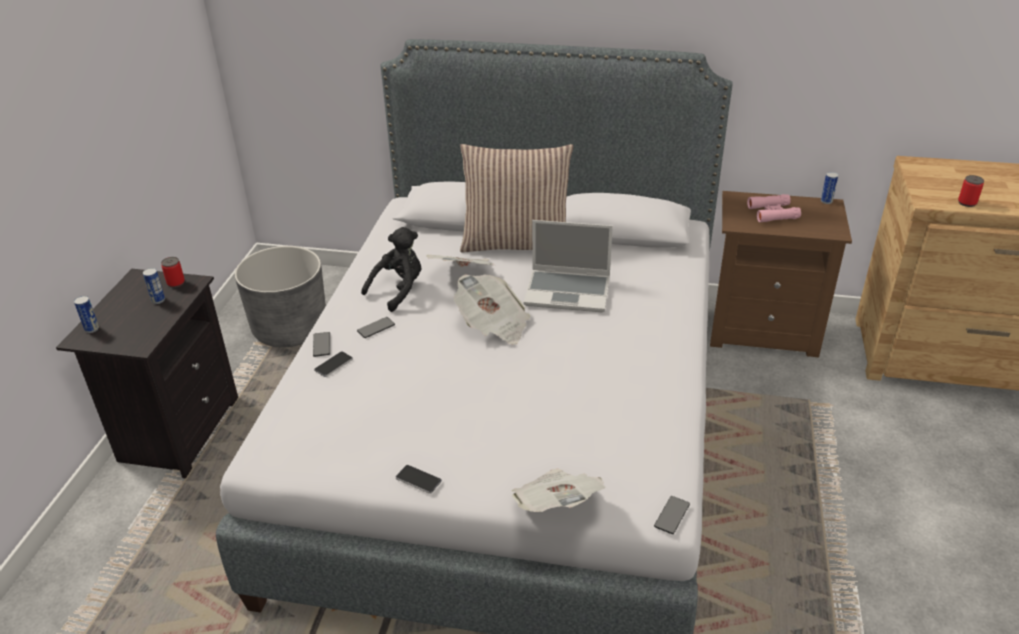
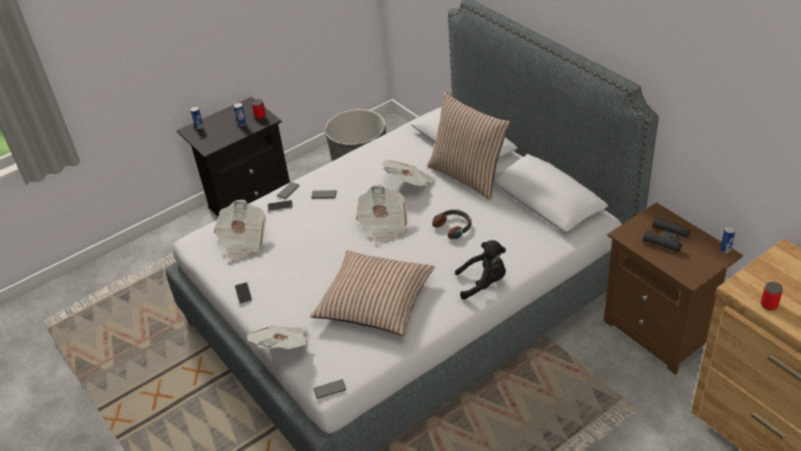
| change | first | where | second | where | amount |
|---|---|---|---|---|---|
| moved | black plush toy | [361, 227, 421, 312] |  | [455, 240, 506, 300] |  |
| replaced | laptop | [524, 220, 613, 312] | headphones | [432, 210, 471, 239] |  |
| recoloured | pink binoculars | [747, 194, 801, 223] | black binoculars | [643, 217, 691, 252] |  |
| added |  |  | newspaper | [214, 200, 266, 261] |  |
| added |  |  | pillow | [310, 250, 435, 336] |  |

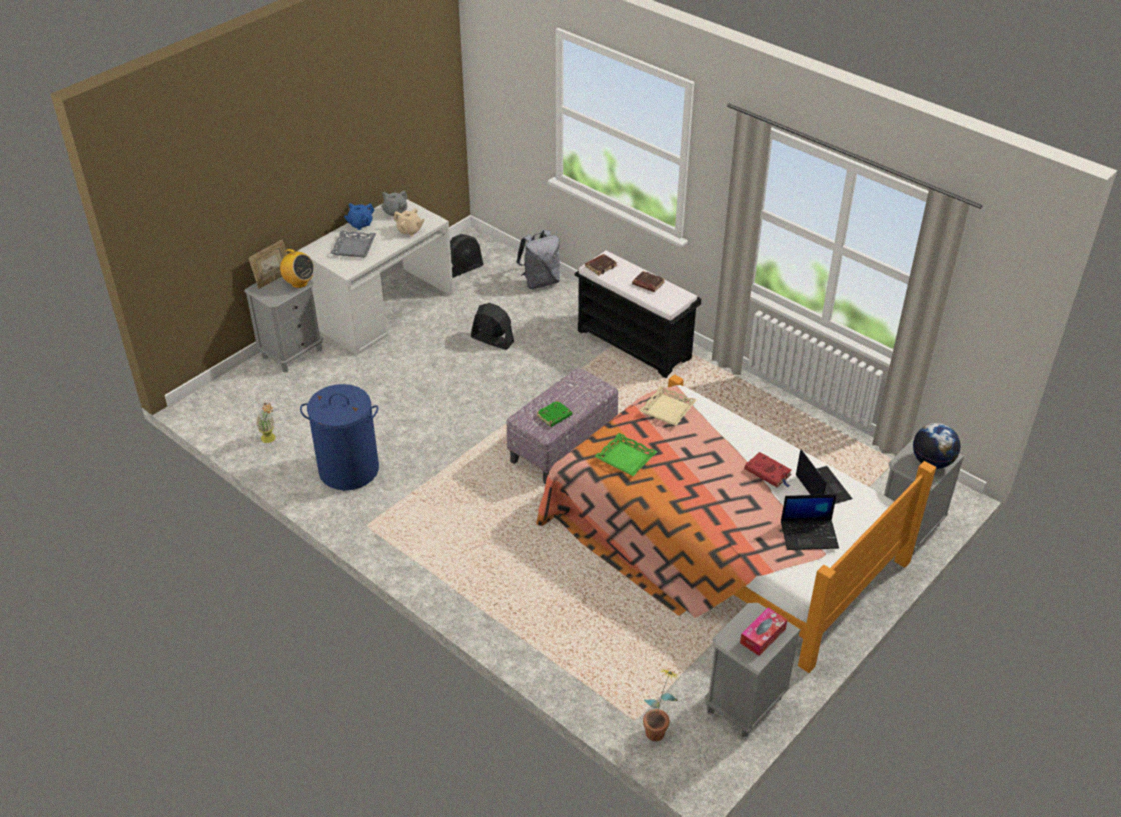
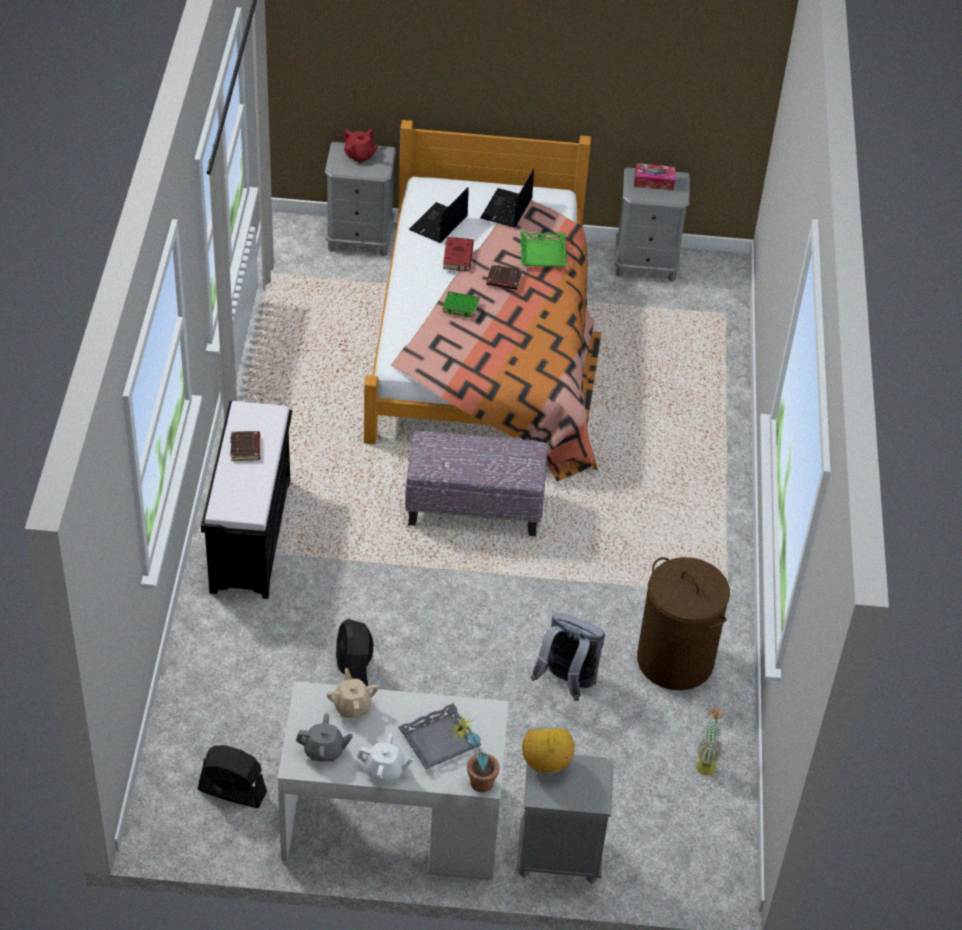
| change | first | where | second | where | amount |
|---|---|---|---|---|---|
| removed | picture frame | [249, 240, 287, 289] |  |  |  |
| recoloured | blue laundry basket | [300, 384, 379, 490] | brown laundry basket | [637, 557, 730, 690] |  |
| recoloured | blue teapot | [344, 203, 375, 230] | white teapot | [357, 733, 414, 782] |  |
| moved | grey backpack | [516, 230, 560, 289] |  | [531, 613, 605, 701] |  |
| moved | green book | [536, 400, 572, 427] |  | [442, 291, 480, 318] |  |
| moved | brown book | [585, 254, 617, 275] |  | [486, 265, 522, 290] |  |
| moved | green tray | [594, 433, 657, 476] |  | [520, 232, 567, 267] |  |
| removed | beige tray | [639, 386, 697, 426] |  |  |  |
| moved | potted plant | [643, 669, 679, 741] |  | [450, 715, 499, 792] |  |
| turned | laptop | [781, 494, 839, 550] |  | [480, 169, 534, 227] | 120 degrees counterclockwise |
| replaced | globe | [913, 423, 960, 469] | red teapot | [343, 129, 378, 163] |  |

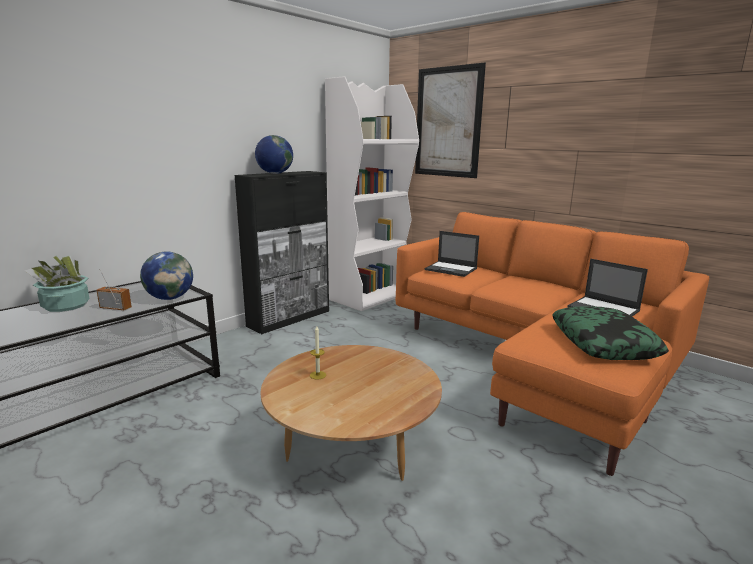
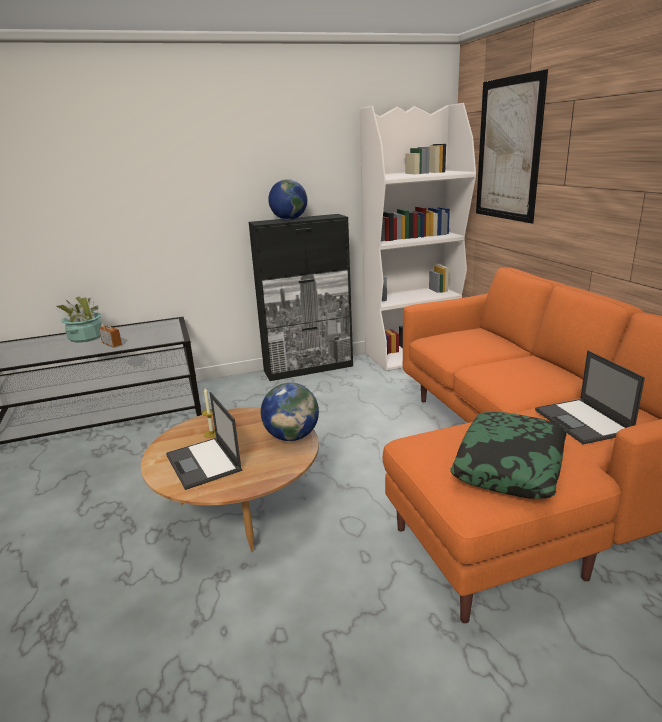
| change | first | where | second | where | amount |
|---|---|---|---|---|---|
| moved | globe | [140, 251, 193, 300] |  | [261, 383, 319, 441] |  |
| moved | laptop | [425, 231, 479, 277] |  | [166, 392, 242, 490] |  |

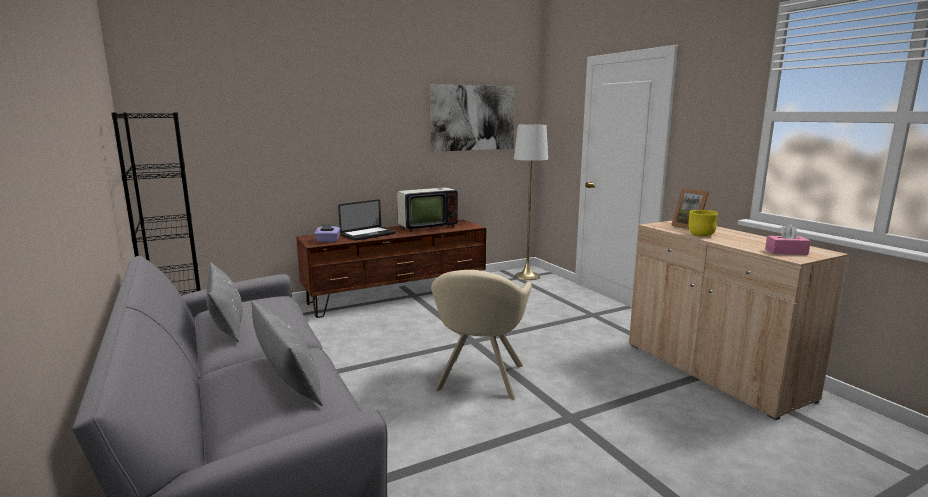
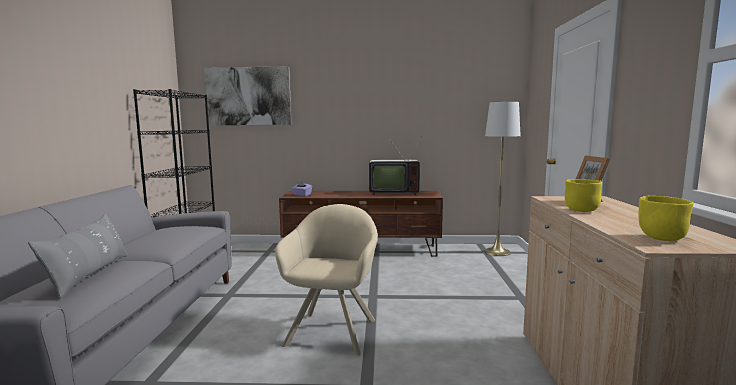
| change | first | where | second | where | amount |
|---|---|---|---|---|---|
| removed | grey pillow | [206, 262, 243, 342] |  |  |  |
| removed | laptop | [338, 199, 396, 241] |  |  |  |
| moved | picture | [430, 84, 515, 152] |  | [204, 67, 291, 125] |  |
| turned | beige armchair | [431, 270, 532, 400] |  | [275, 204, 378, 356] | 150 degrees clockwise |
| replaced | pink tissue box | [765, 224, 811, 255] | yellow bowl | [638, 196, 694, 241] |  |

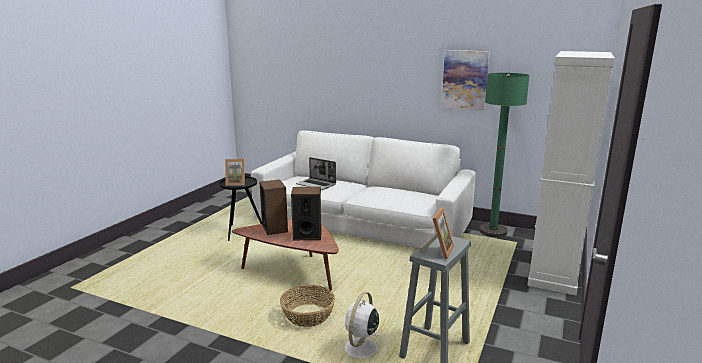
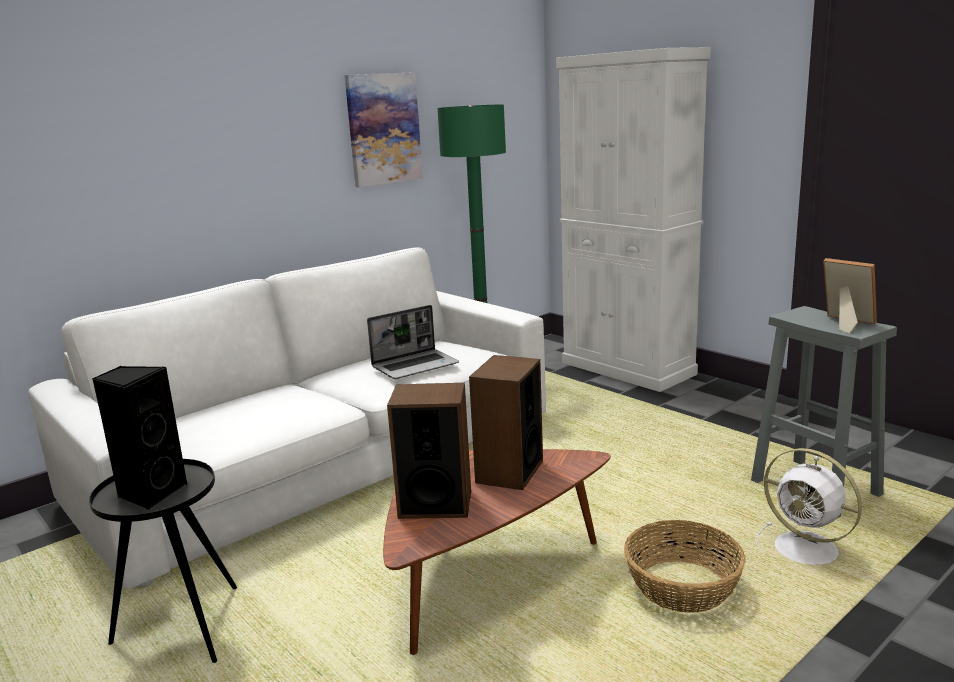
| change | first | where | second | where | amount |
|---|---|---|---|---|---|
| replaced | picture frame | [225, 159, 245, 186] | black speaker | [92, 366, 188, 510] |  |
| moved | laptop | [296, 157, 336, 190] |  | [367, 305, 459, 379] |  |

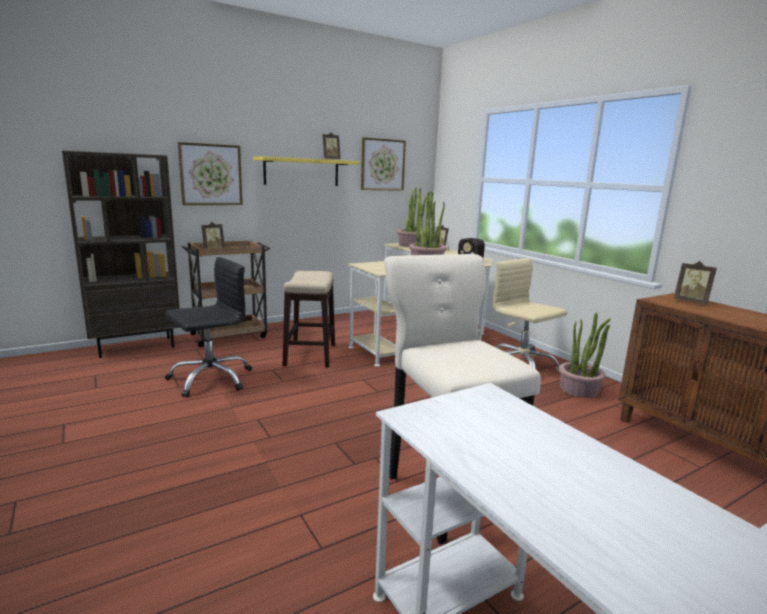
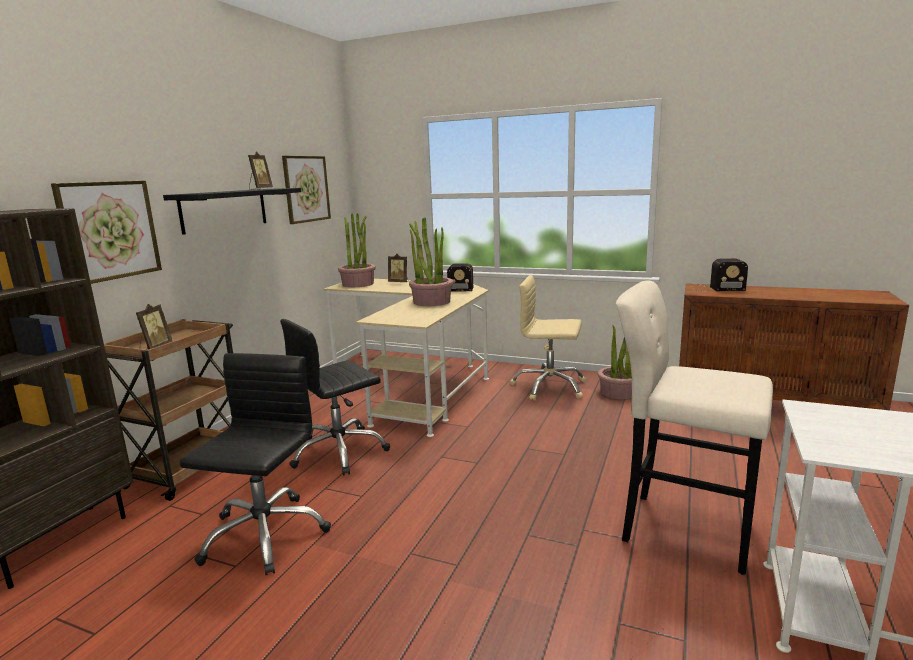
| change | first | where | second | where | amount |
|---|---|---|---|---|---|
| recoloured | yellow shelf | [253, 157, 359, 186] | black shelf | [163, 188, 301, 235] |  |
| replaced | stool | [282, 271, 335, 368] | black office chair | [280, 319, 390, 476] |  |
| replaced | picture frame | [674, 261, 717, 305] | radio | [691, 258, 748, 292] |  |

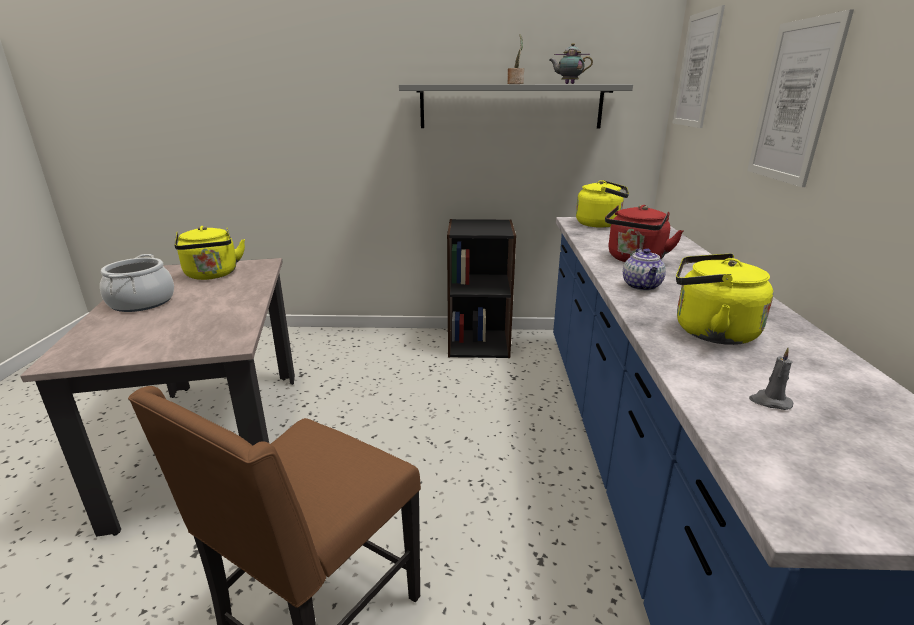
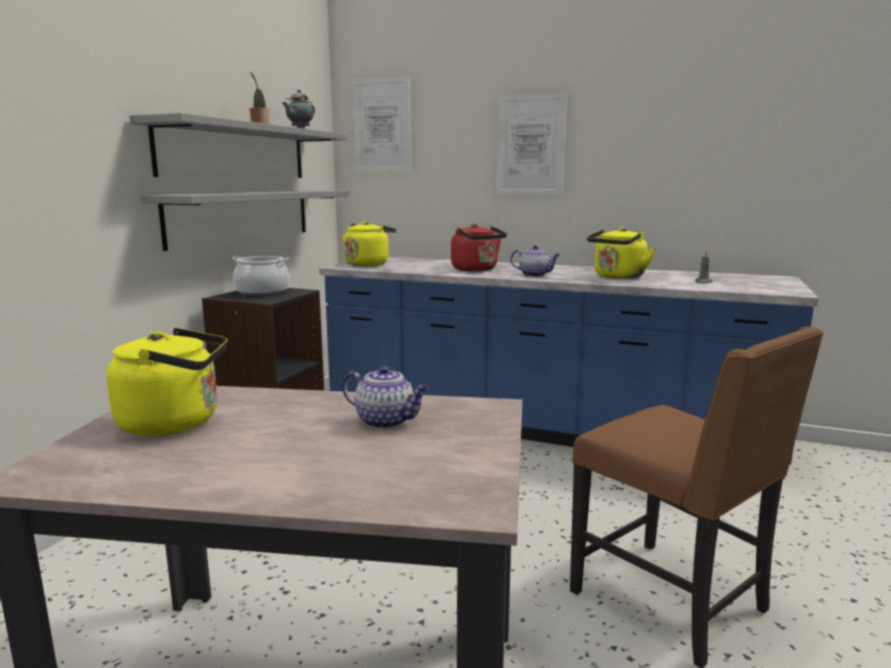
| change | first | where | second | where | amount |
|---|---|---|---|---|---|
| moved | cooking pot | [100, 254, 174, 312] |  | [232, 256, 290, 296] |  |
| added |  |  | grey shelf | [140, 190, 350, 251] |  |
| added |  |  | teapot | [342, 365, 429, 429] |  |

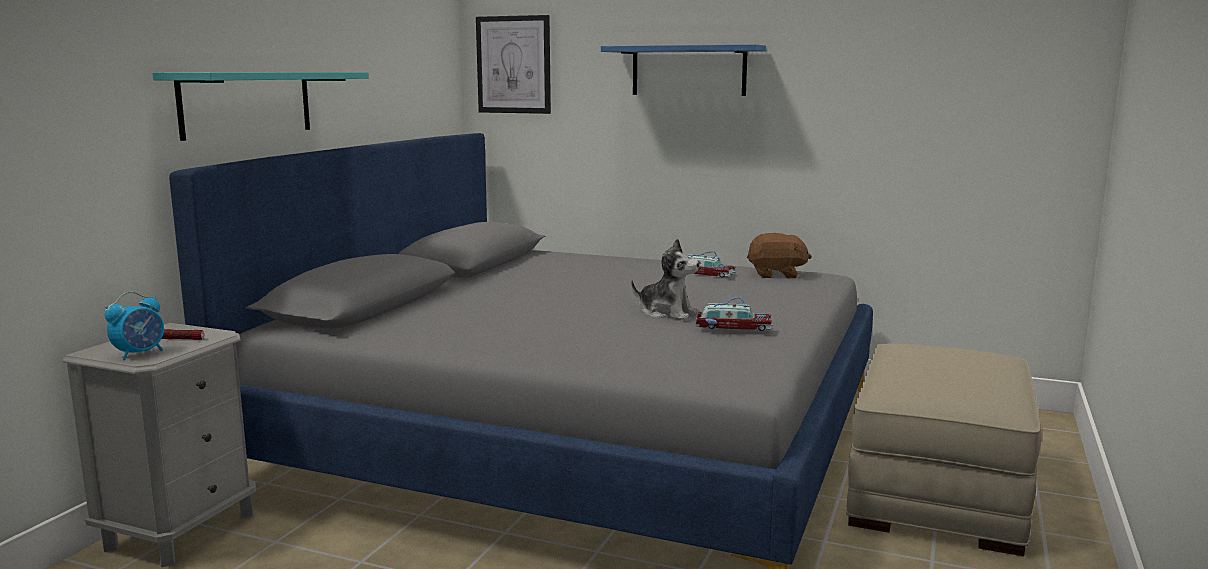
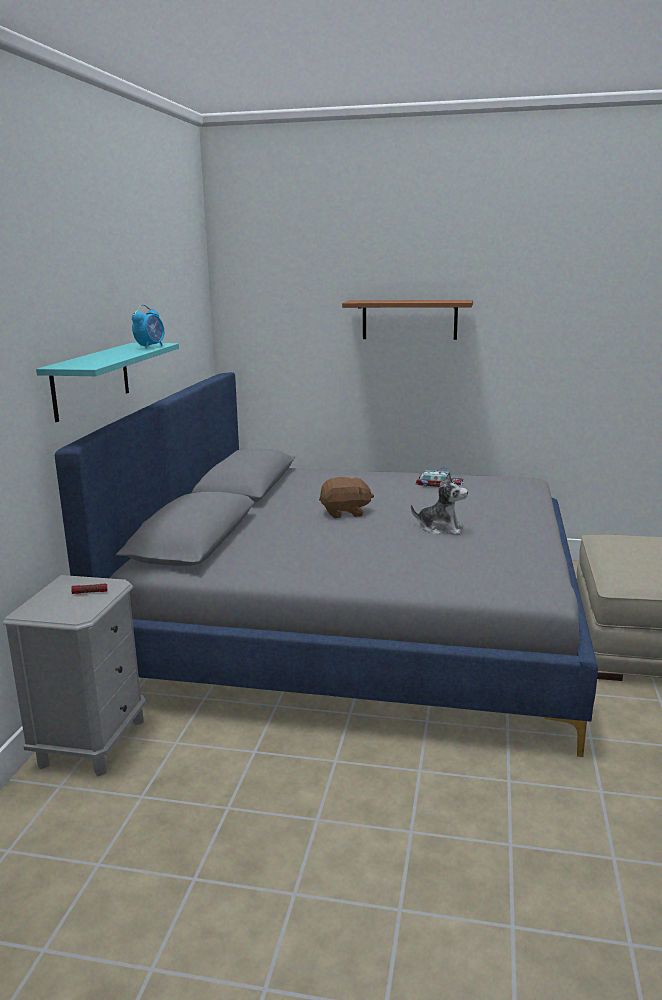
| change | first | where | second | where | amount |
|---|---|---|---|---|---|
| moved | alarm clock | [104, 291, 164, 361] |  | [132, 304, 164, 349] |  |
| removed | picture | [476, 15, 551, 114] |  |  |  |
| recoloured | blue shelf | [601, 44, 766, 96] | brown shelf | [342, 300, 473, 340] |  |
| removed | toy car | [695, 297, 773, 331] |  |  |  |
| moved | brown plush toy | [747, 233, 812, 278] |  | [319, 477, 374, 518] |  |

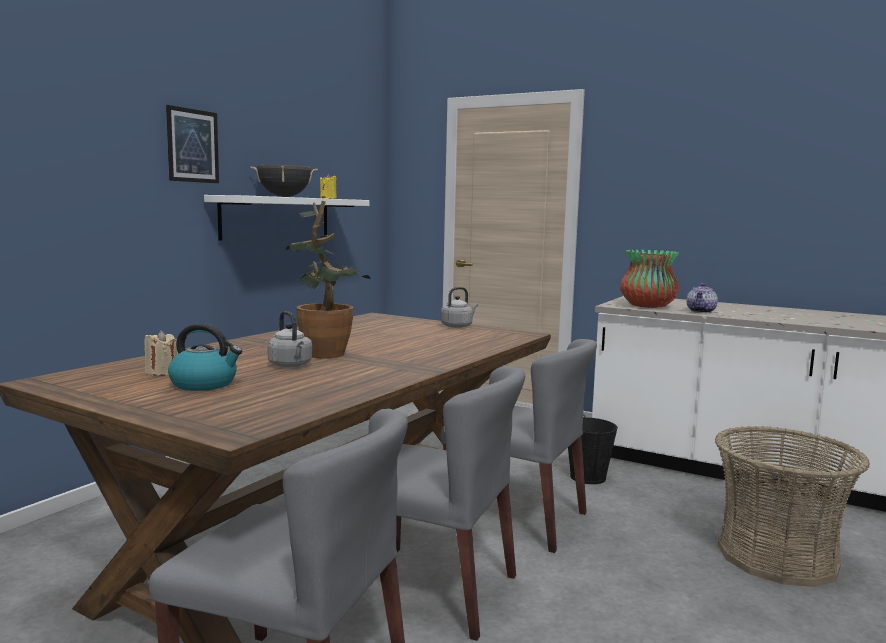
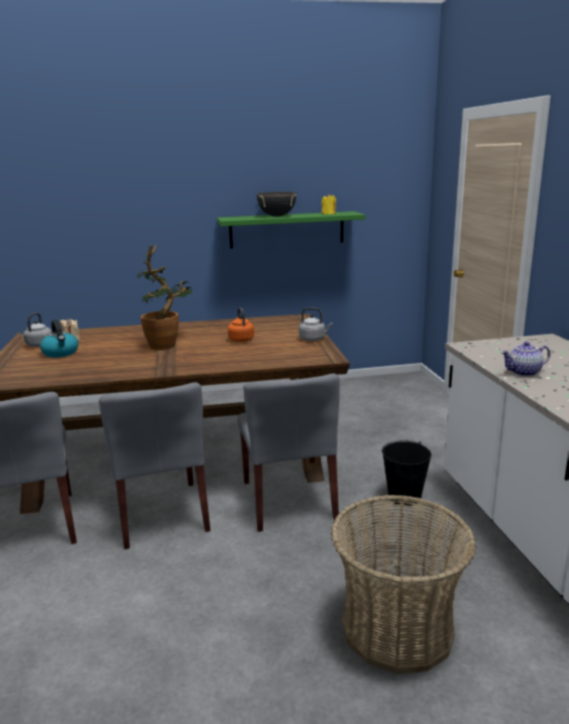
| change | first | where | second | where | amount |
|---|---|---|---|---|---|
| removed | picture | [166, 105, 219, 183] |  |  |  |
| recoloured | white shelf | [204, 195, 370, 241] | green shelf | [217, 211, 365, 249] |  |
| moved | grey kettle | [267, 311, 312, 367] |  | [21, 312, 52, 347] |  |
| removed | vase | [620, 250, 679, 308] |  |  |  |
| added |  |  | orange kettle | [228, 307, 254, 342] |  |

